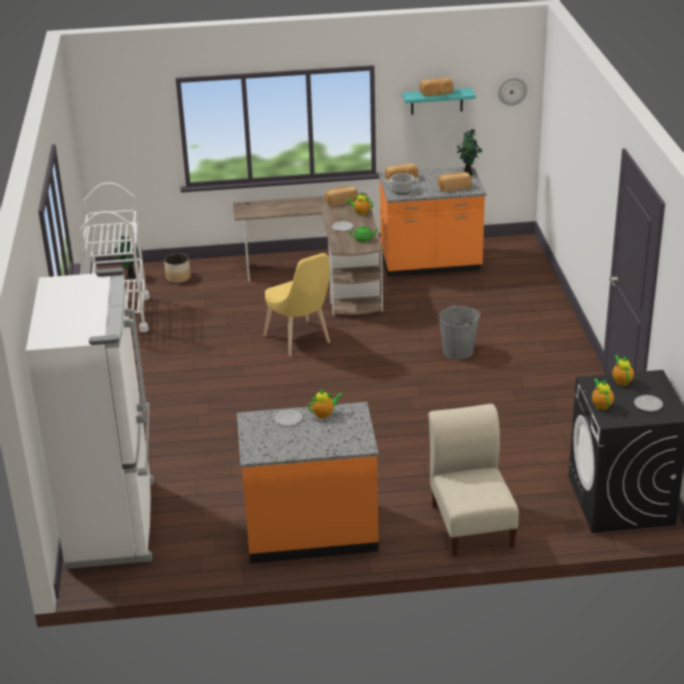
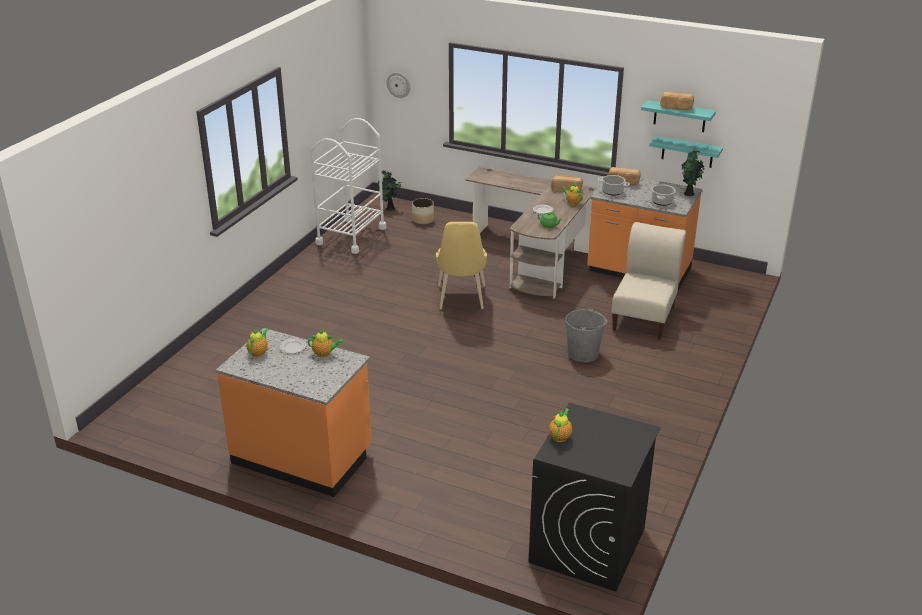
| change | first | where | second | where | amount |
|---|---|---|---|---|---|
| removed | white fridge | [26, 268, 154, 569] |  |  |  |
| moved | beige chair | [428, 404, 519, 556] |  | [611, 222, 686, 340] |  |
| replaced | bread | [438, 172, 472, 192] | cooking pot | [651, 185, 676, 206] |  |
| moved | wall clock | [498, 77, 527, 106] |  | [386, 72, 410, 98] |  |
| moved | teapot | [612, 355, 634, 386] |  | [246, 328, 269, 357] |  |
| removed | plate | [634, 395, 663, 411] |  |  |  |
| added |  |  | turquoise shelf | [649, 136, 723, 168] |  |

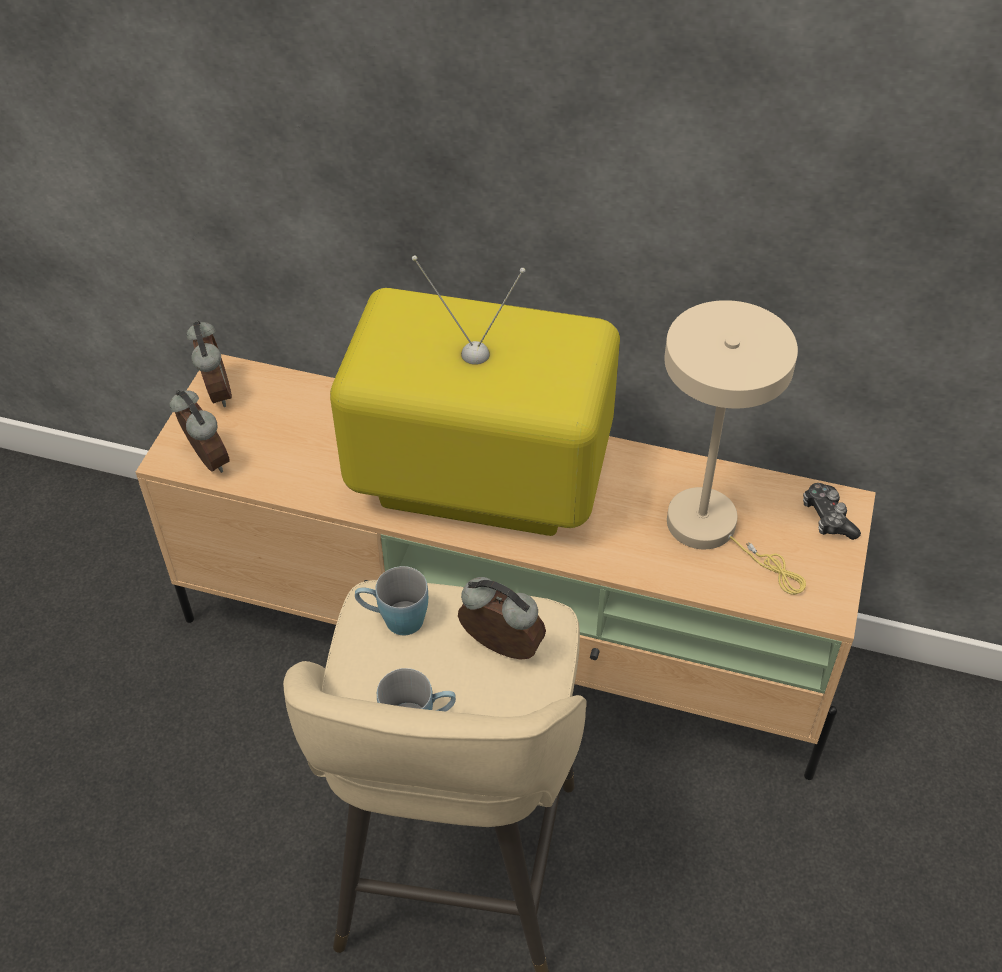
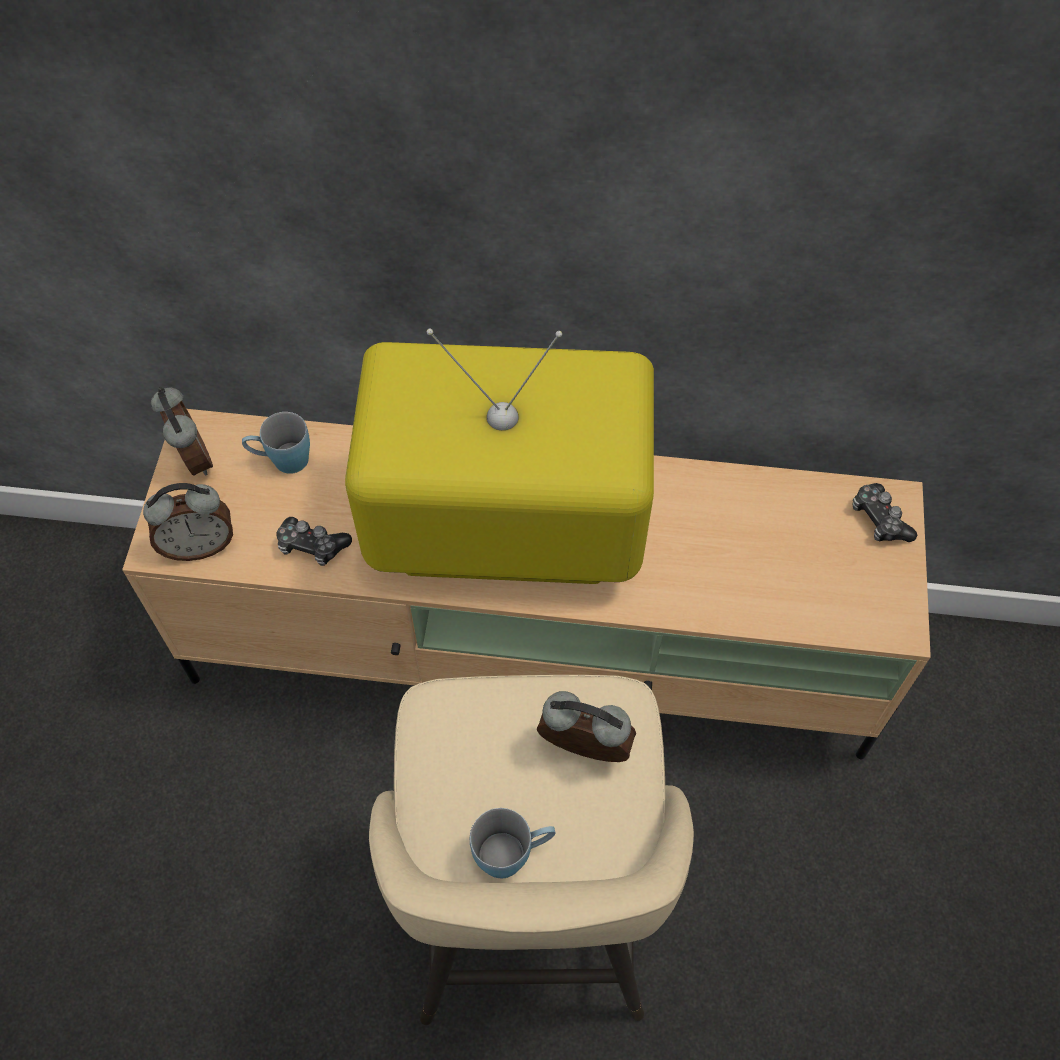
| change | first | where | second | where | amount |
|---|---|---|---|---|---|
| turned | alarm clock | [169, 390, 230, 473] |  | [143, 483, 233, 561] | 120 degrees clockwise |
| moved | blue mug | [355, 566, 428, 635] |  | [242, 412, 310, 474] |  |
| removed | beige table lamp | [664, 300, 806, 595] |  |  |  |
| added |  |  | game controller | [276, 517, 352, 566] |  |

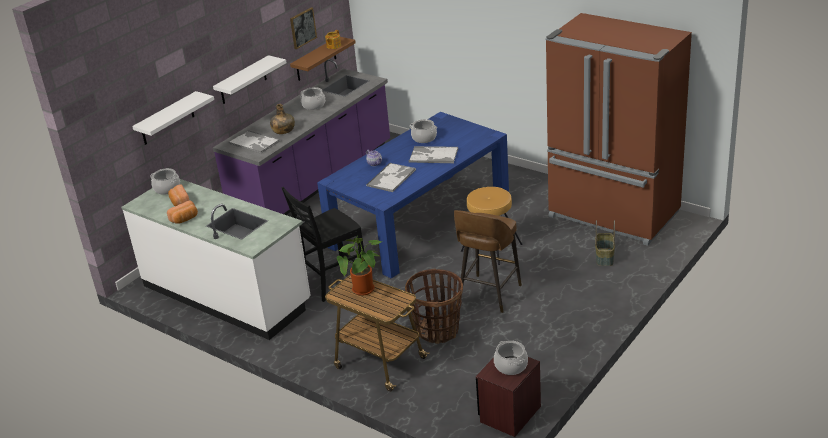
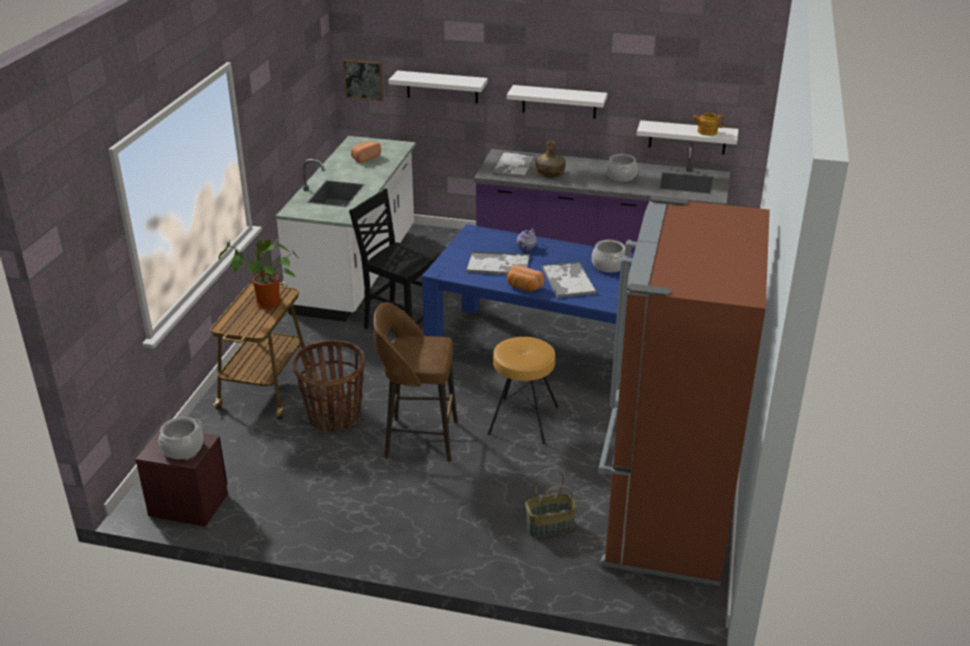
| change | first | where | second | where | amount |
|---|---|---|---|---|---|
| removed | cooking pot | [150, 168, 180, 195] |  |  |  |
| moved | bread | [167, 200, 198, 224] |  | [507, 265, 545, 291] |  |
| moved | picture | [290, 7, 317, 49] |  | [343, 60, 383, 101] |  |
| recoloured | brown shelf | [290, 37, 356, 81] | white shelf | [637, 120, 739, 155] |  |

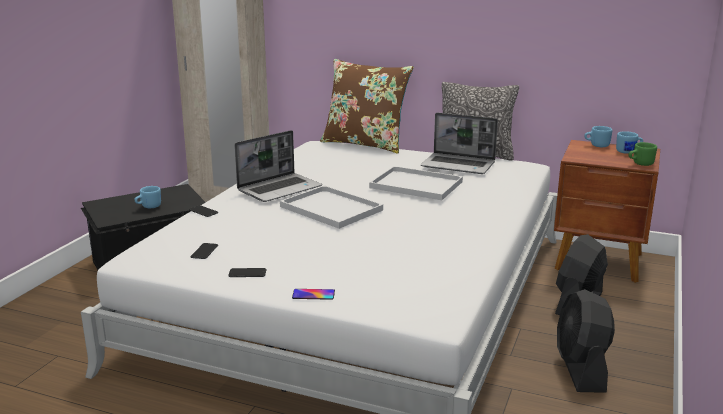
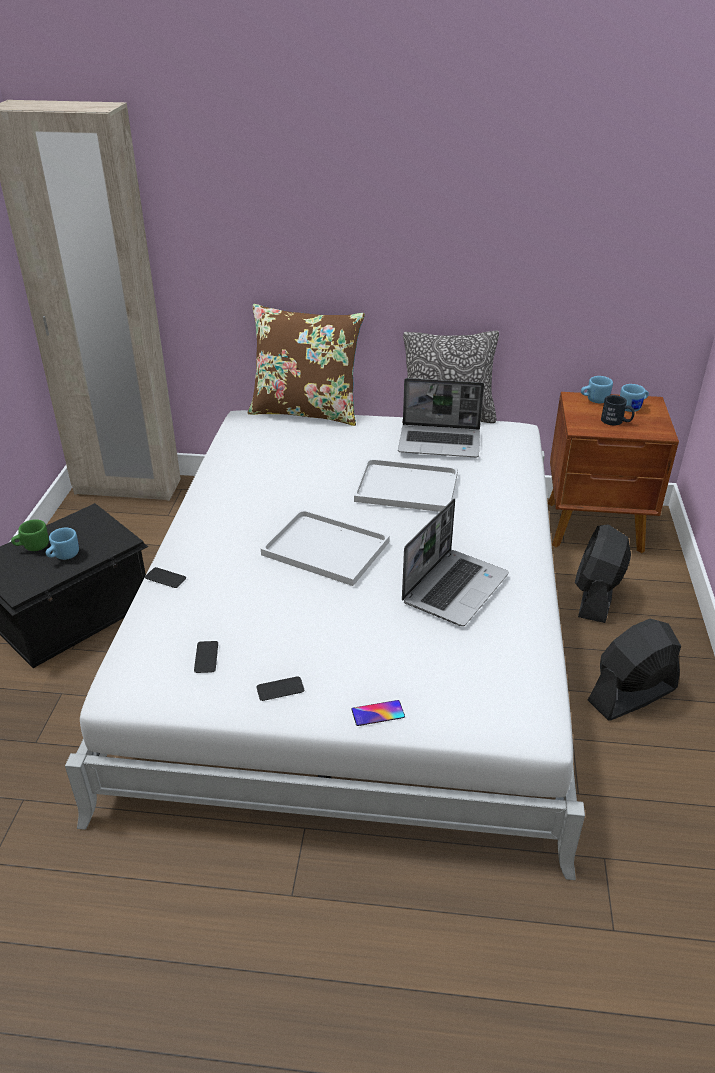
| change | first | where | second | where | amount |
|---|---|---|---|---|---|
| moved | laptop | [234, 130, 322, 202] |  | [402, 498, 509, 626] |  |
| turned | black fan | [557, 289, 615, 393] |  | [588, 619, 681, 721] | 75 degrees clockwise |
| moved | green mug | [629, 142, 657, 166] |  | [11, 519, 49, 551] |  |
| added |  |  | black mug | [601, 395, 635, 425] |  |

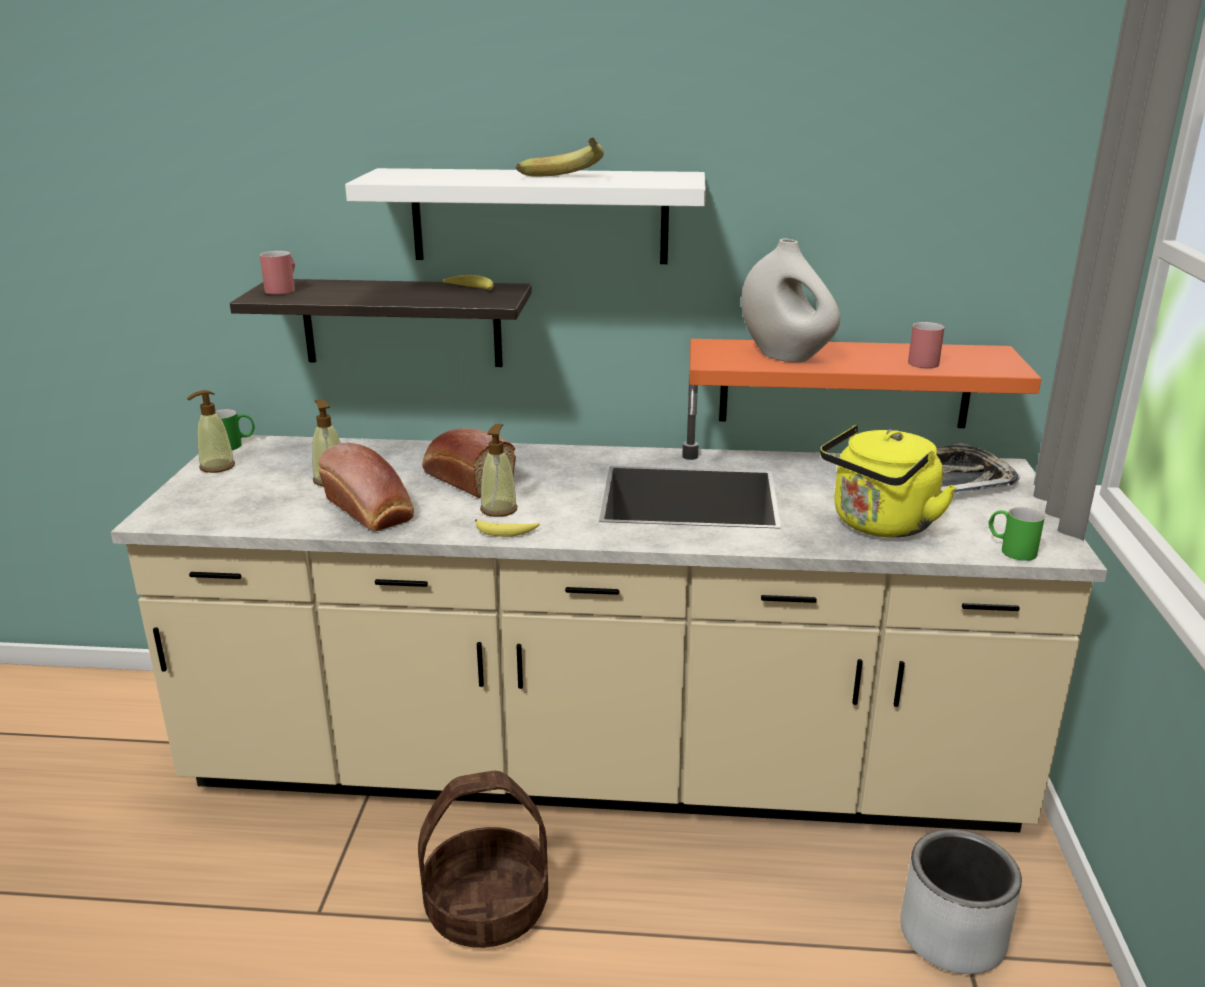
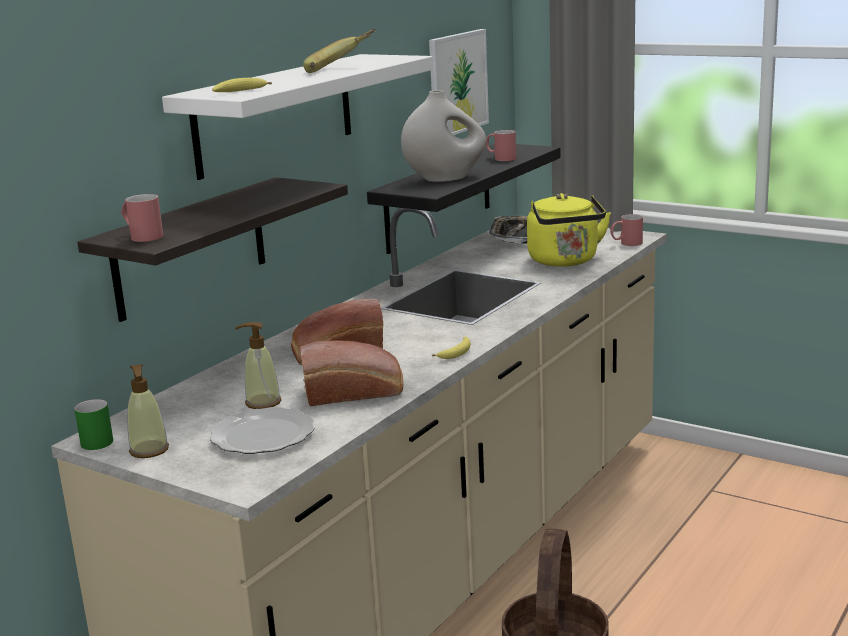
| change | first | where | second | where | amount |
|---|---|---|---|---|---|
| moved | banana | [442, 275, 494, 290] |  | [212, 78, 272, 92] |  |
| removed | soap dispenser | [480, 424, 517, 517] |  |  |  |
| recoloured | orange shelf | [689, 339, 1041, 428] | black shelf | [367, 144, 561, 254] |  |
| removed | grey planter | [900, 829, 1022, 974] |  |  |  |
| recoloured | green mug | [989, 507, 1045, 561] | red mug | [610, 214, 643, 246] |  |
| added |  |  | plate | [210, 407, 314, 454] |  |
| added |  |  | picture | [429, 29, 489, 135] |  |

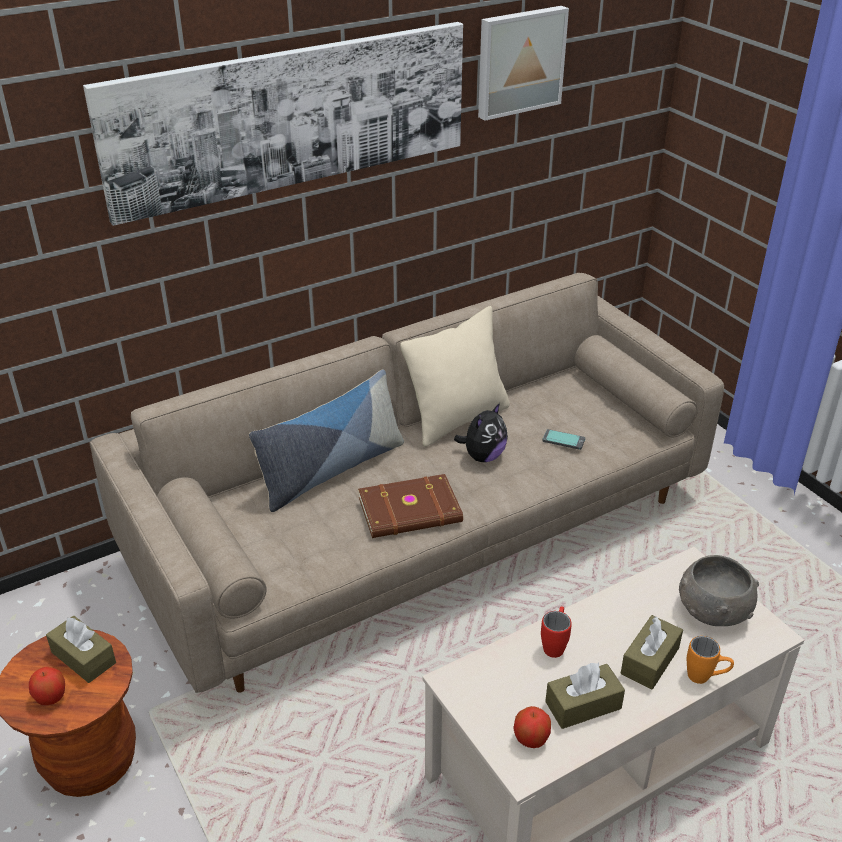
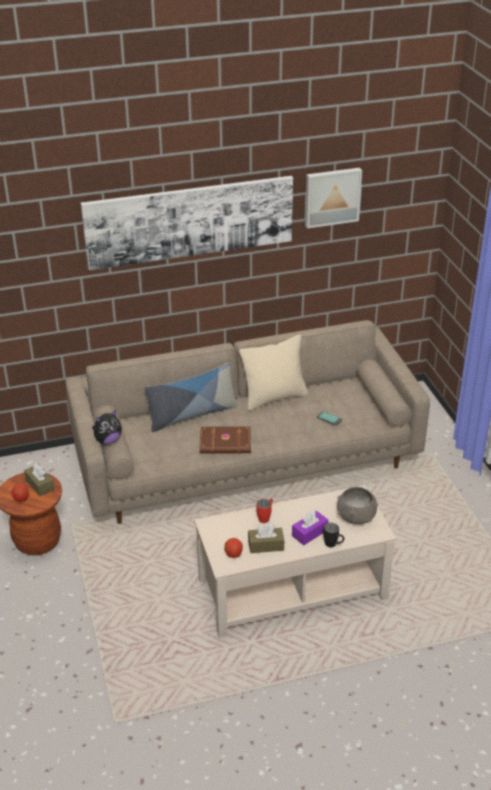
| change | first | where | second | where | amount |
|---|---|---|---|---|---|
| moved | plush toy | [454, 403, 508, 462] |  | [92, 410, 122, 445] |  |
| recoloured | brown tissue box | [621, 615, 683, 689] | purple tissue box | [292, 510, 329, 545] |  |
| recoloured | orange mug | [687, 636, 734, 684] | black mug | [323, 523, 344, 547] |  |

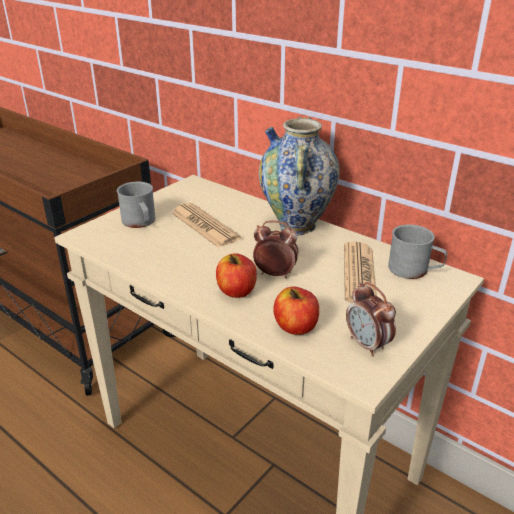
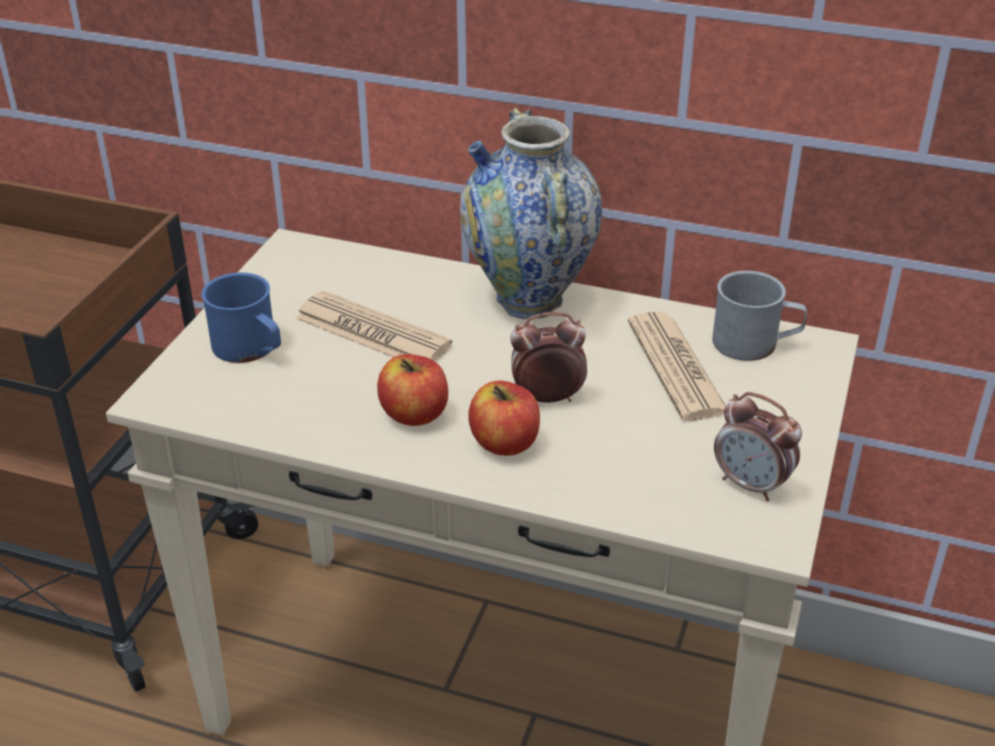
| change | first | where | second | where | amount |
|---|---|---|---|---|---|
| recoloured | grey mug | [117, 182, 155, 228] | blue mug | [201, 272, 281, 363] |  |
| moved | apple | [273, 286, 319, 335] |  | [377, 354, 448, 426] |  |

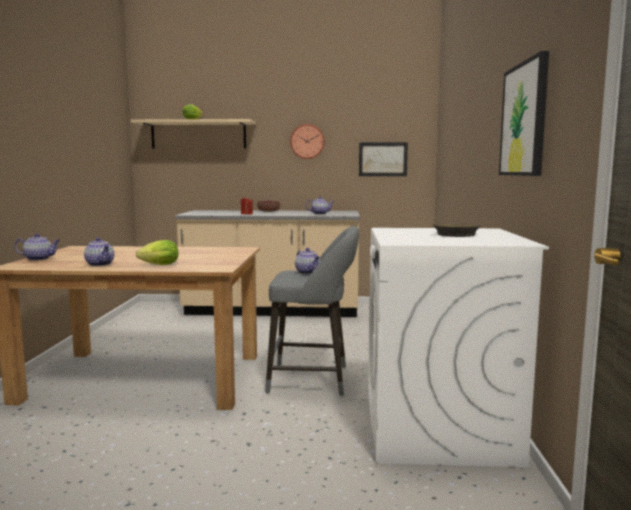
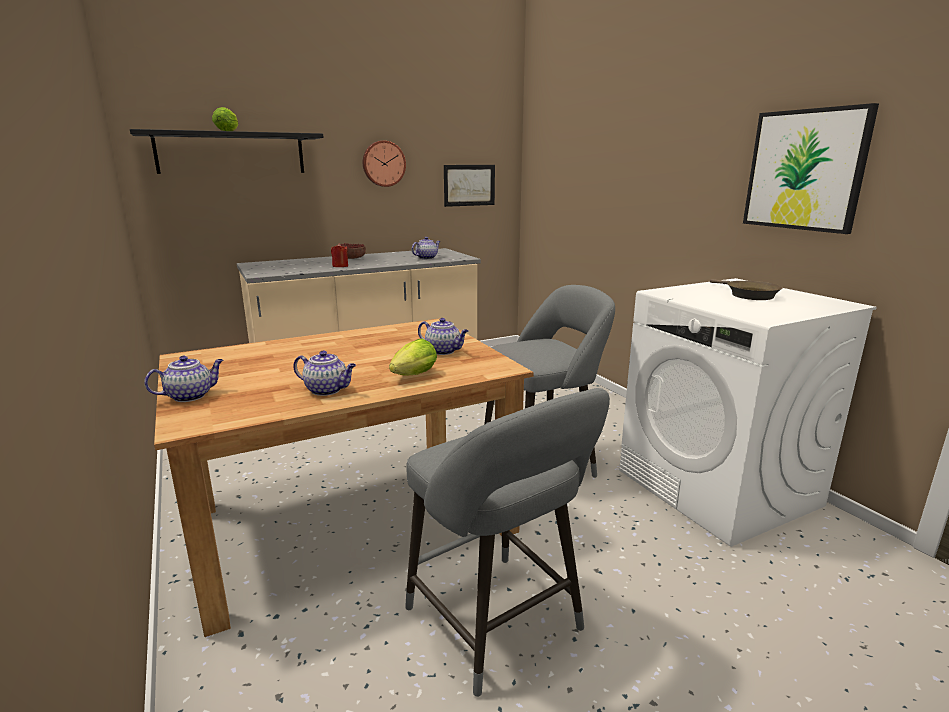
| change | first | where | second | where | amount |
|---|---|---|---|---|---|
| recoloured | beige shelf | [131, 119, 255, 148] | black shelf | [130, 129, 324, 174] |  |
| moved | teapot | [295, 248, 321, 274] |  | [418, 318, 468, 355] |  |
| added |  |  | grey stool | [405, 388, 610, 697] |  |

